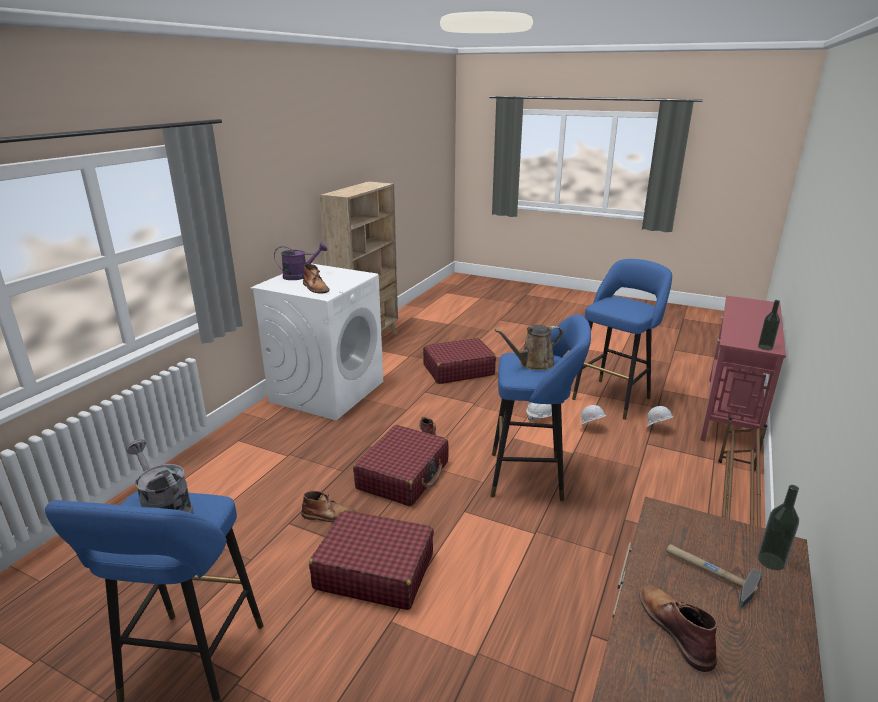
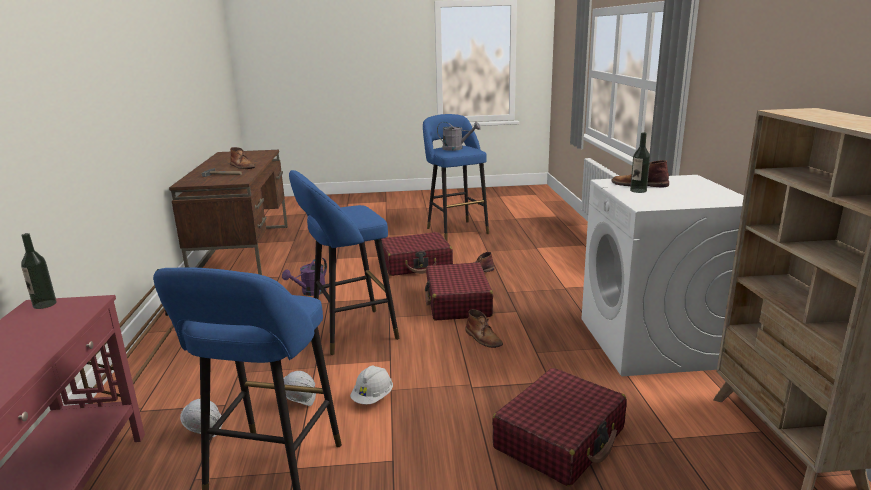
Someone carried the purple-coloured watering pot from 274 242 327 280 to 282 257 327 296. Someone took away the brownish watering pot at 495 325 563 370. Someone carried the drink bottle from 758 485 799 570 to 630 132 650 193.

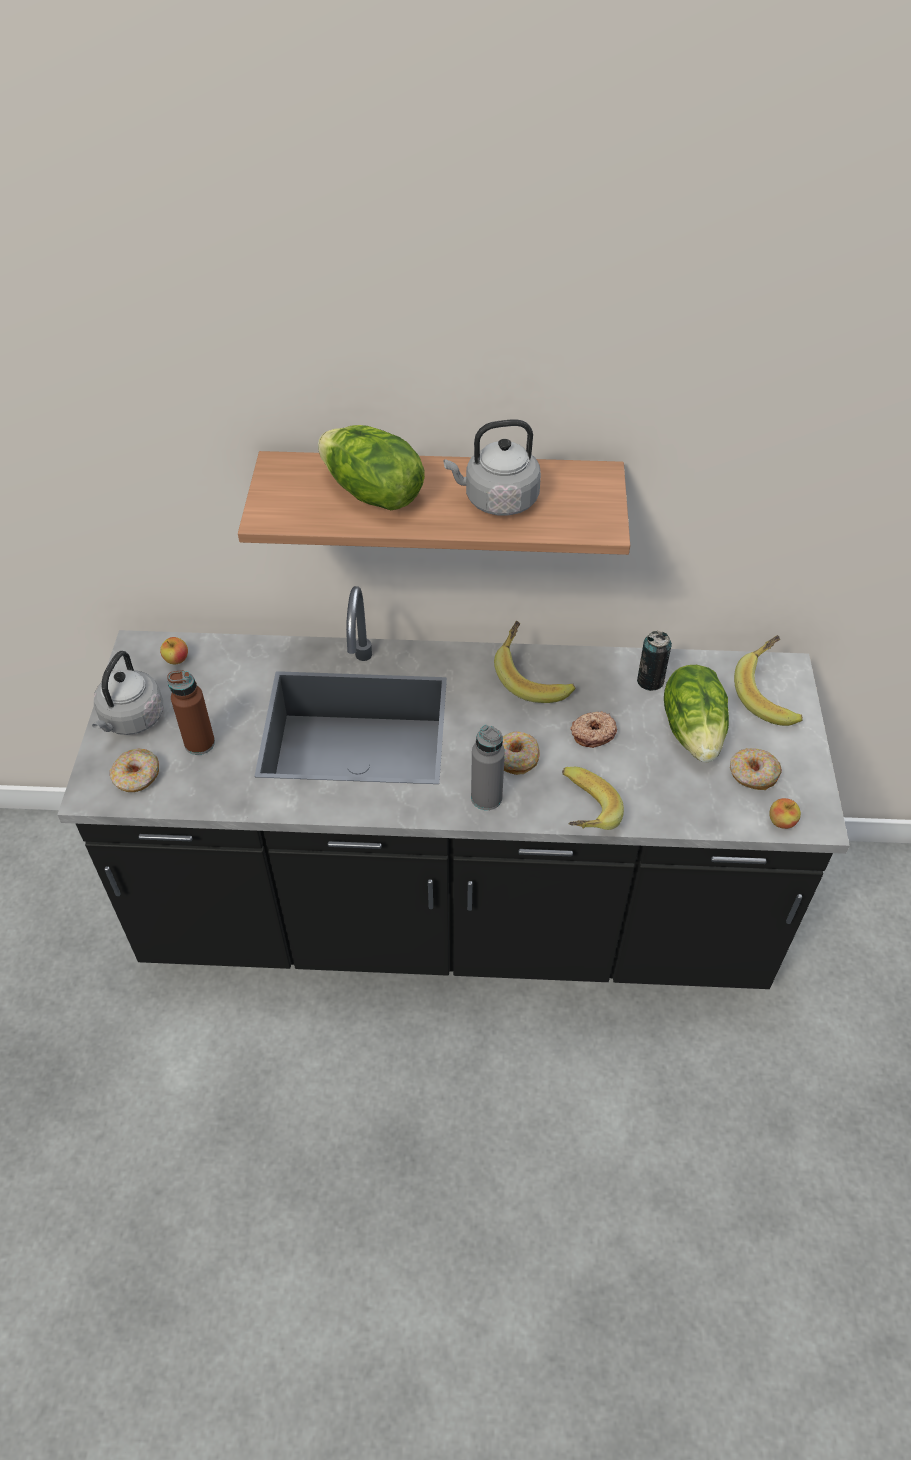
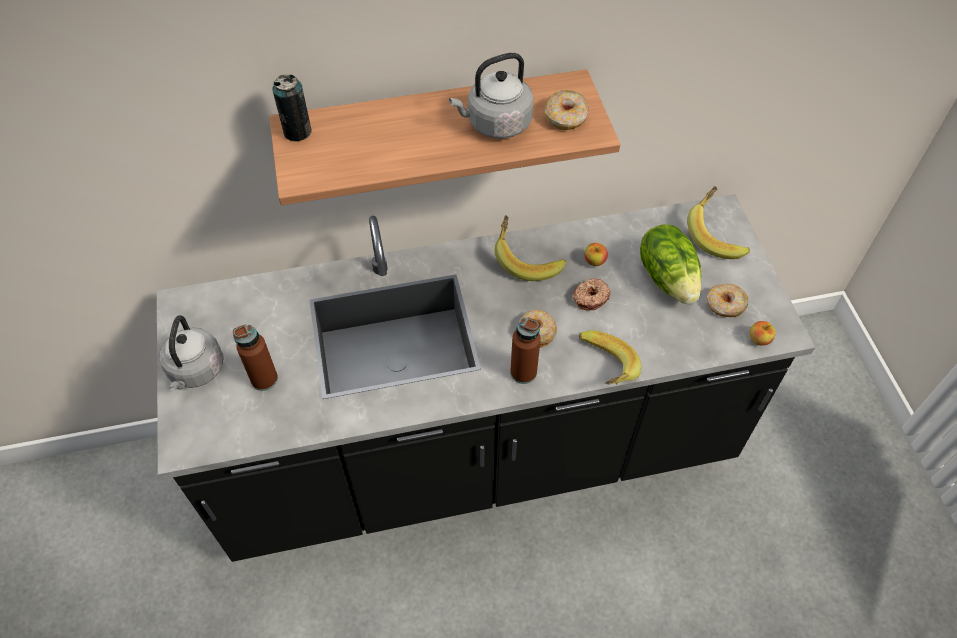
Someone took away the lettuce at 318 425 425 510. Someone carried the can from 637 631 672 691 to 273 74 312 142. Someone carried the apple fruit from 160 637 188 664 to 584 243 608 266. Someone repainted the greyish drink bottle at 471 725 505 810, which became the brownish drink bottle at 510 317 541 384. Someone carried the doughnut from 110 748 159 792 to 545 90 589 130.

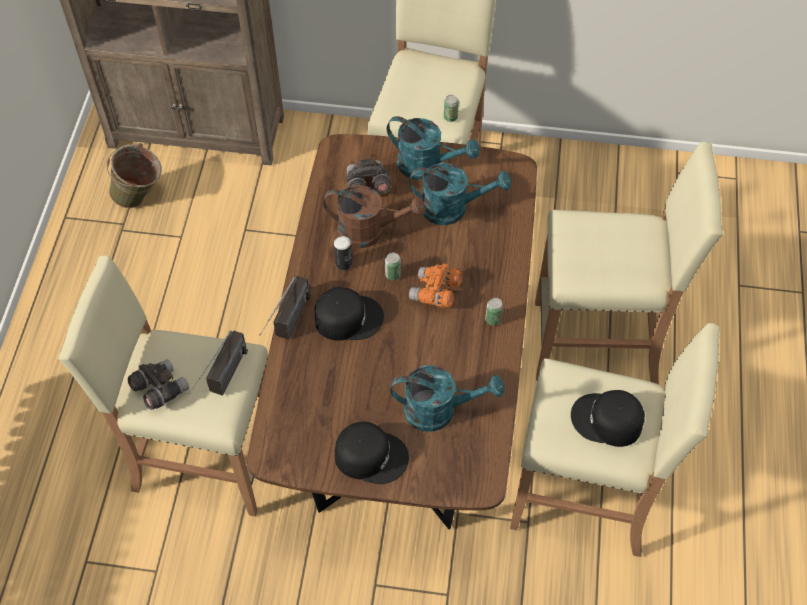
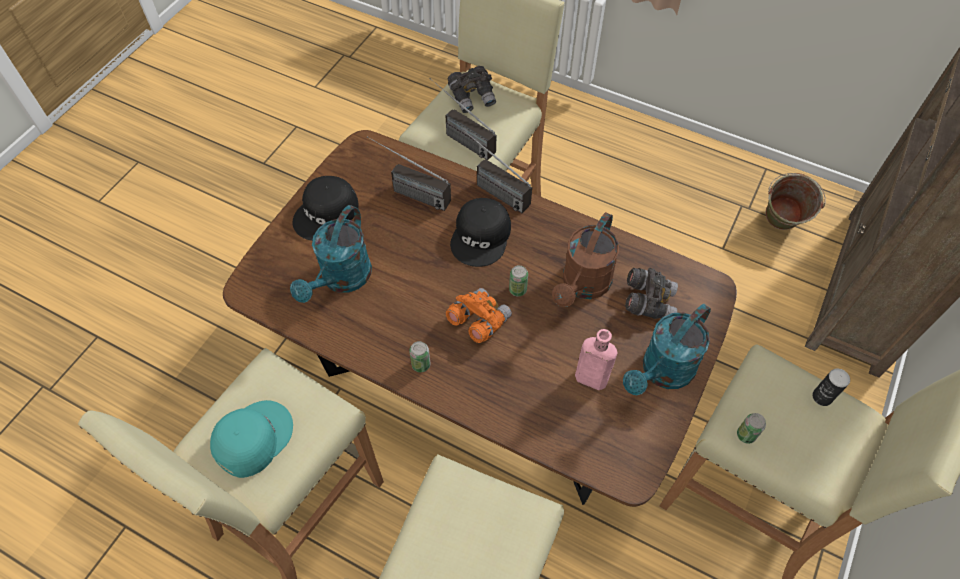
Someone swapped the turquoise-coloured watering pot at 409 163 511 225 for the pinkish drink bottle at 575 329 618 390. Someone carried the can from 334 236 352 271 to 812 369 850 406. Someone repainted the black peaked cap at 571 390 645 447, which became the turquoise-coloured peaked cap at 210 400 293 478. Someone put down the radio at 367 136 451 211.

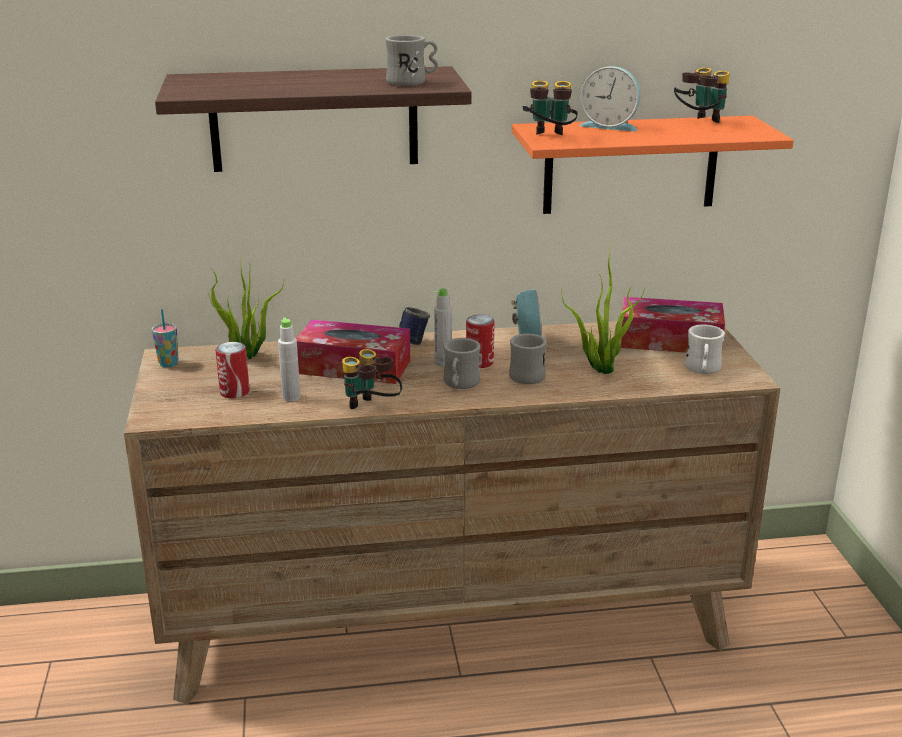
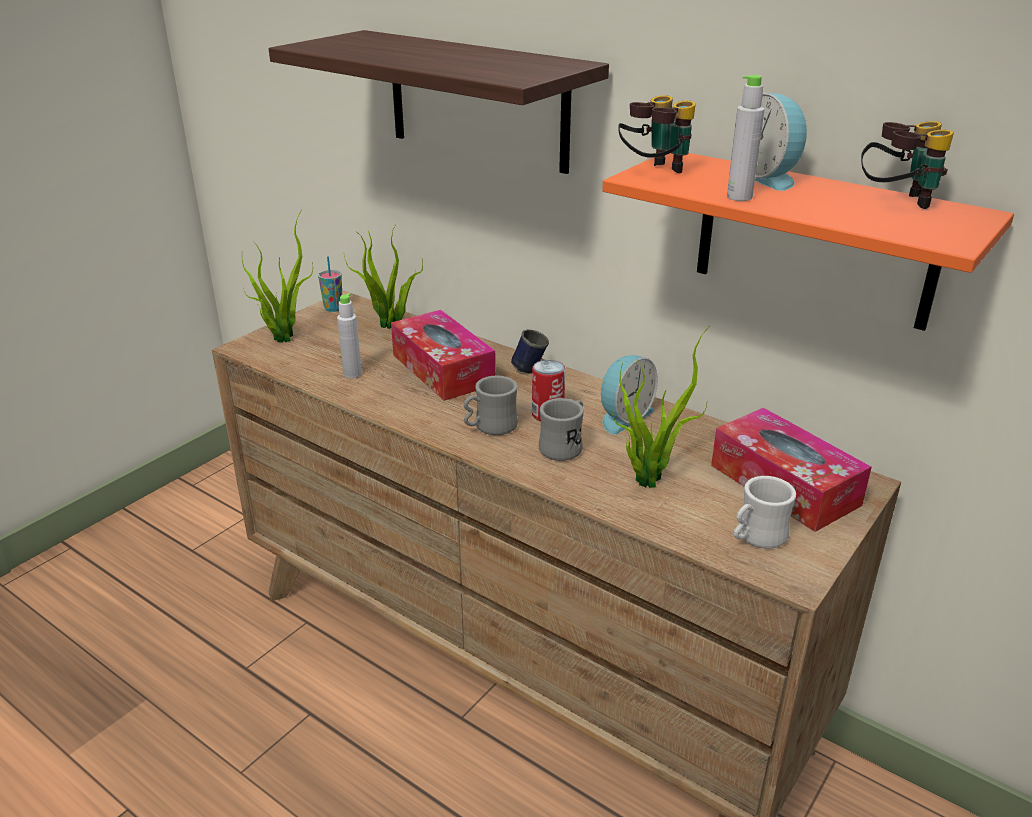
Someone took away the greyish coffee mug at 385 35 438 86. Someone carried the greyish drink bottle from 434 288 452 366 to 727 75 765 201. Someone took away the can at 216 342 250 398. Someone took away the binoculars at 342 349 402 409. Someone put down the plant in a pot at 242 209 313 343.

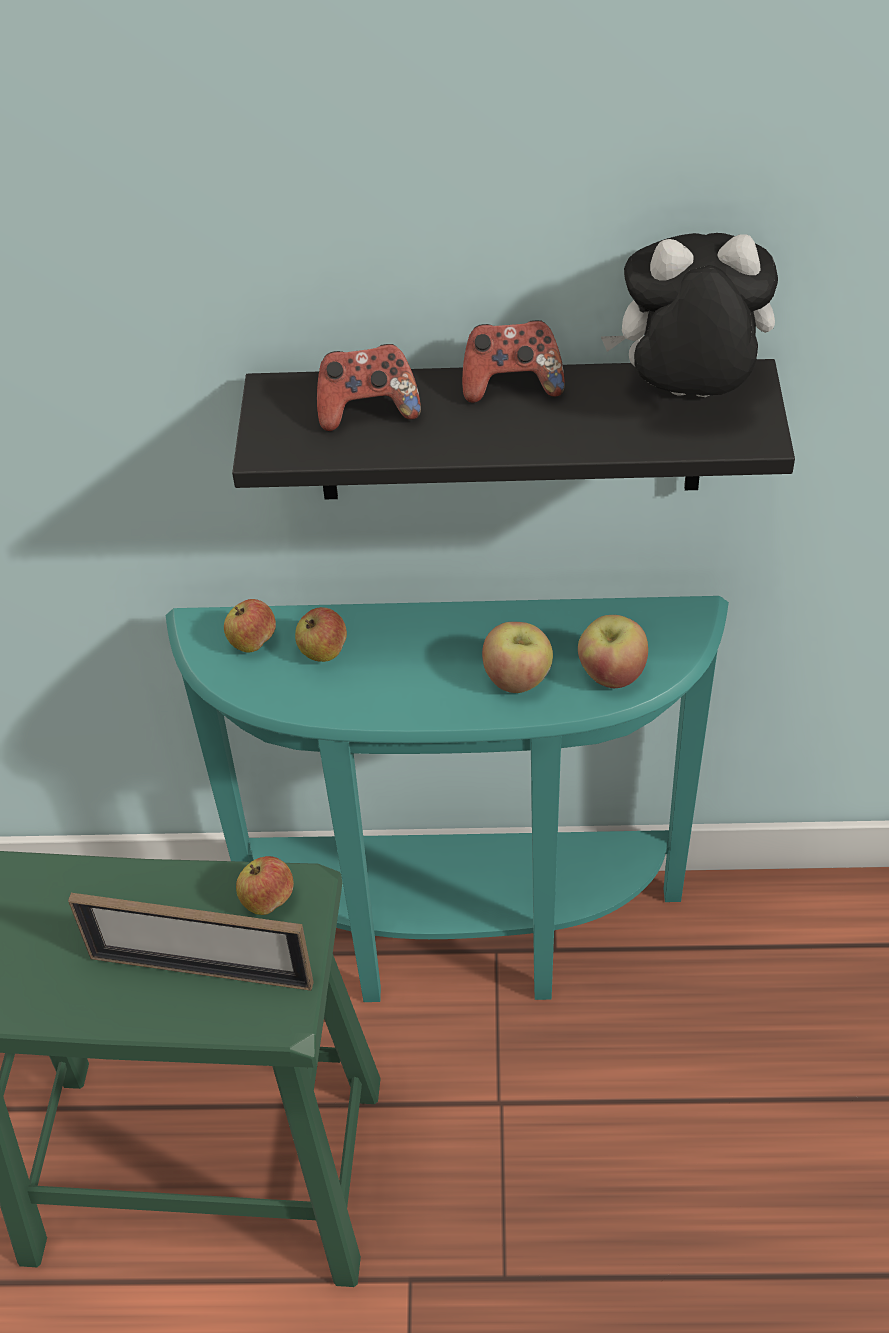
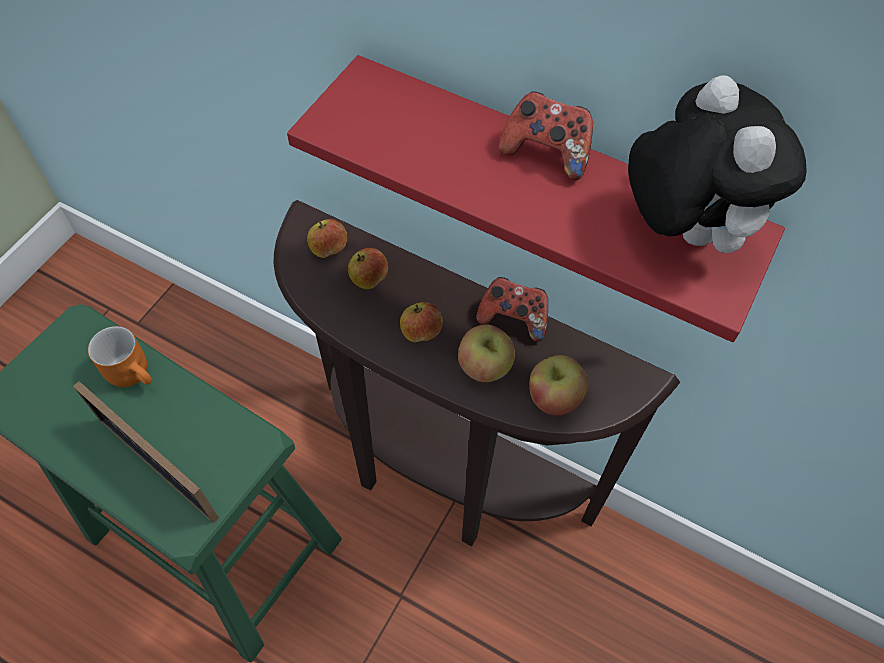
Someone rotated the soft toy at 601 233 778 397 by 45 degrees clockwise. Someone carried the game controller from 317 344 421 431 to 477 277 548 342. Someone repainted the black shelf at 232 359 795 499, which became the red shelf at 287 55 785 342. Someone repainted the turquoise-coloured console table at 166 596 729 1002, which became the brownish console table at 274 200 680 546. Someone carried the apple fruit from 236 856 294 915 to 400 302 443 342. Someone put down the orange-coloured coffee mug at 88 326 152 387.

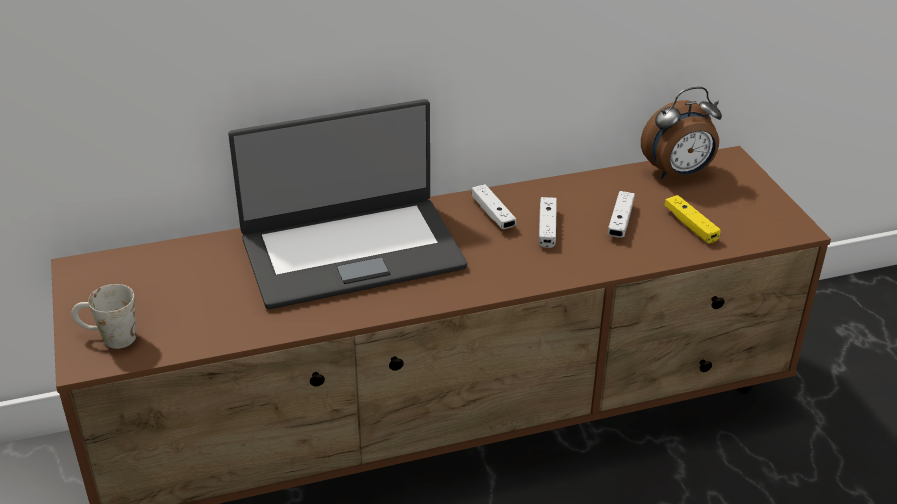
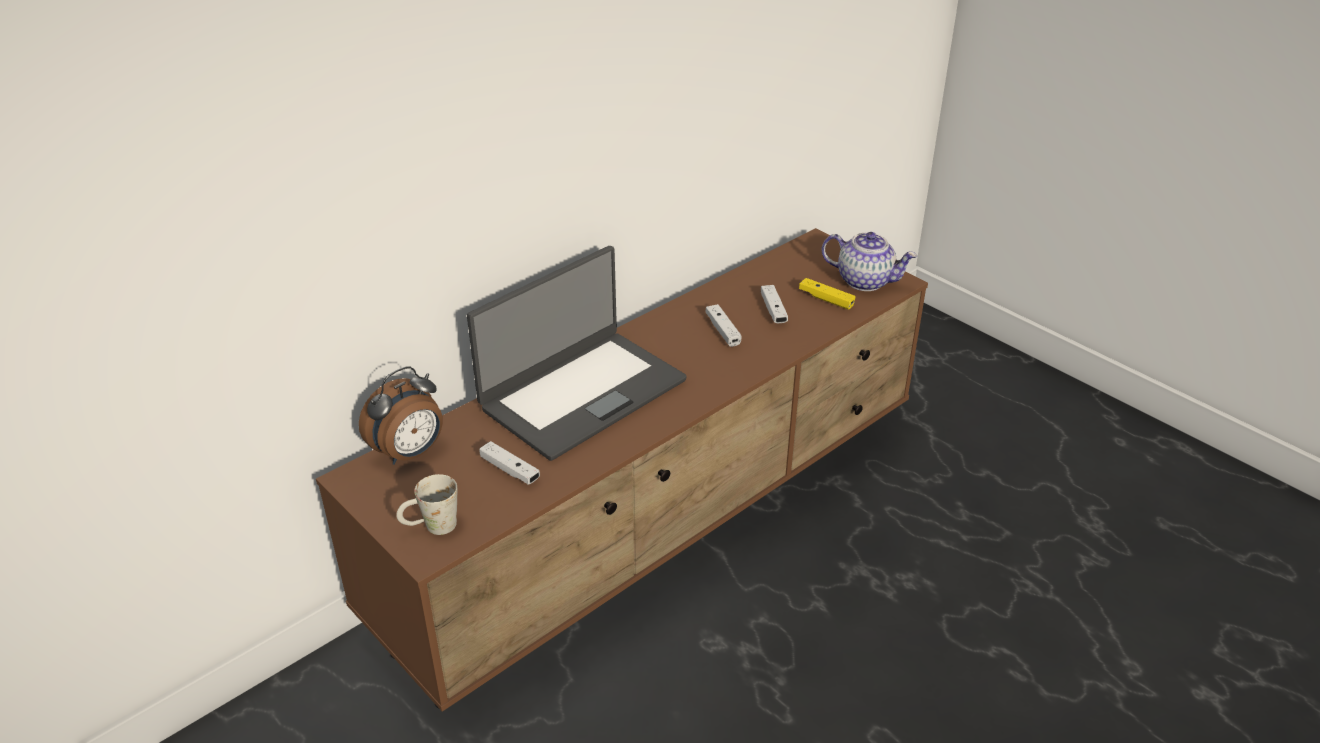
Someone carried the table clock from 641 87 722 179 to 359 366 443 465. Someone carried the white-coloured game controller from 472 184 516 229 to 479 441 540 484. Someone put down the teapot at 822 232 917 291.

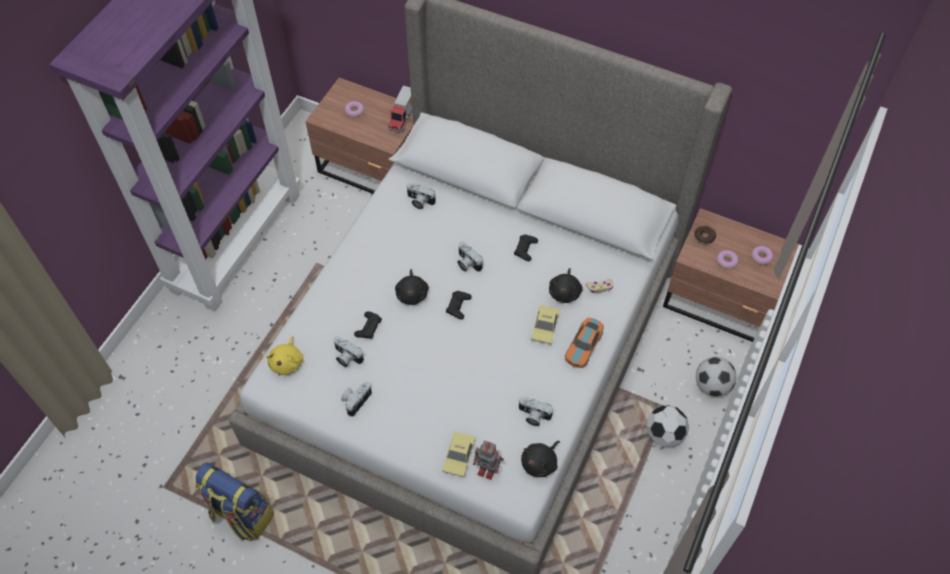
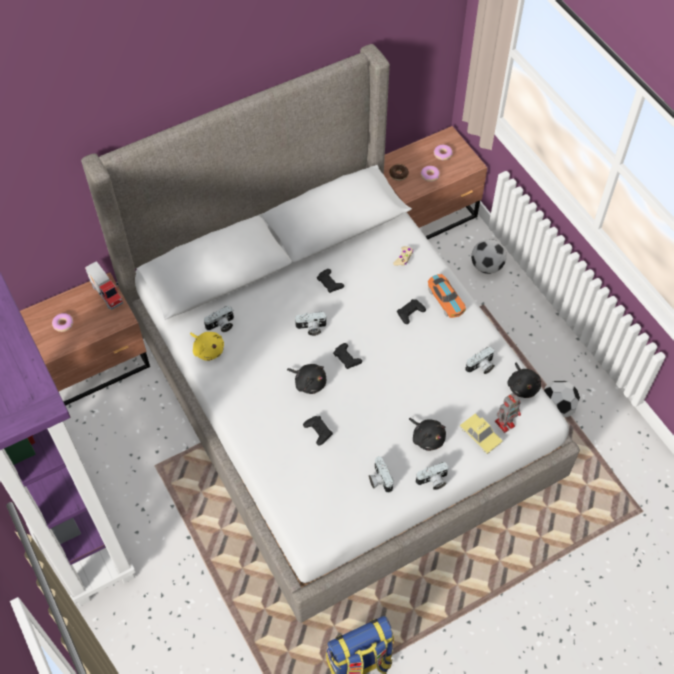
Someone carried the black soft toy from 549 268 583 303 to 409 418 446 451. Someone swapped the model car at 531 305 560 345 for the black game controller at 397 299 426 324. Someone carried the yellow-coloured soft toy from 267 336 303 375 to 190 332 224 361. Someone carried the photo camera from 334 336 364 367 to 415 462 449 490. Someone carried the ball for football from 647 405 688 447 to 544 381 580 418.

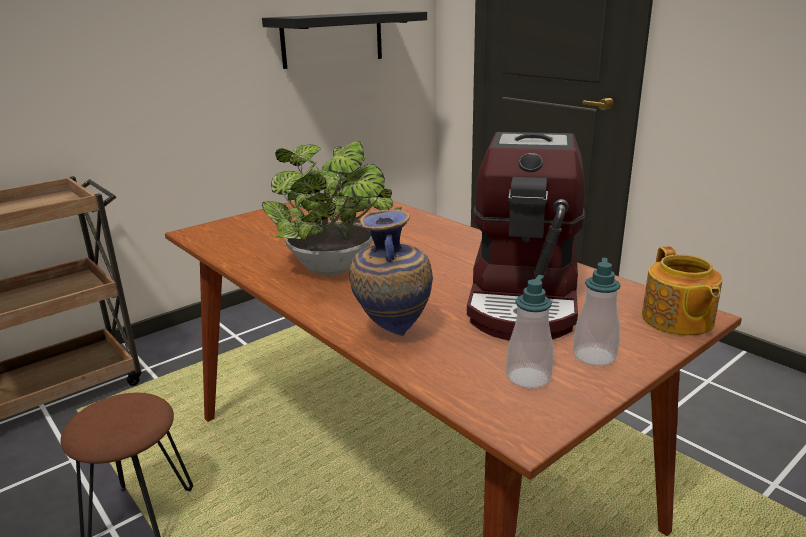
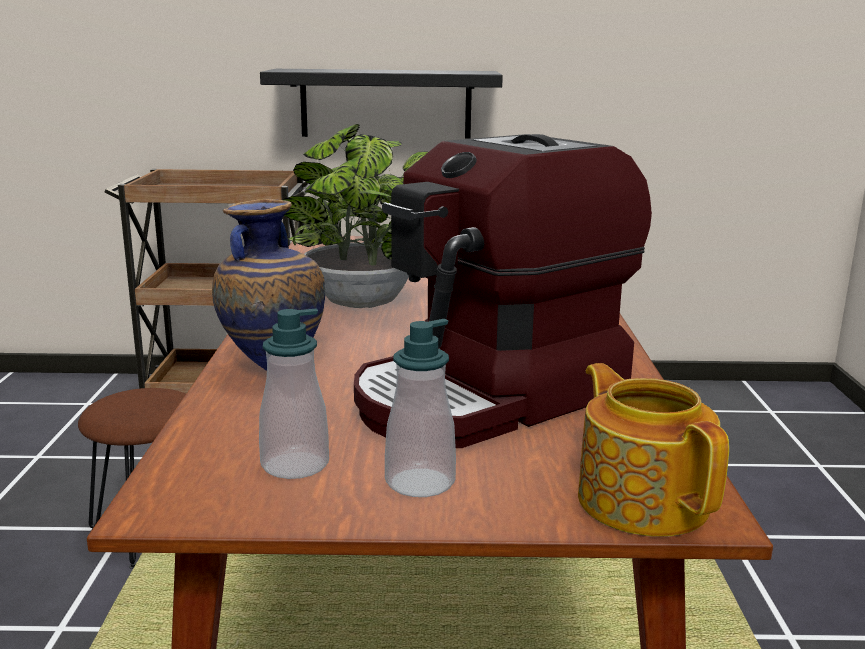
Someone carried the black shelf from 262 11 427 69 to 260 69 503 139. Someone rotated the teapot at 642 246 722 336 by 120 degrees clockwise.

